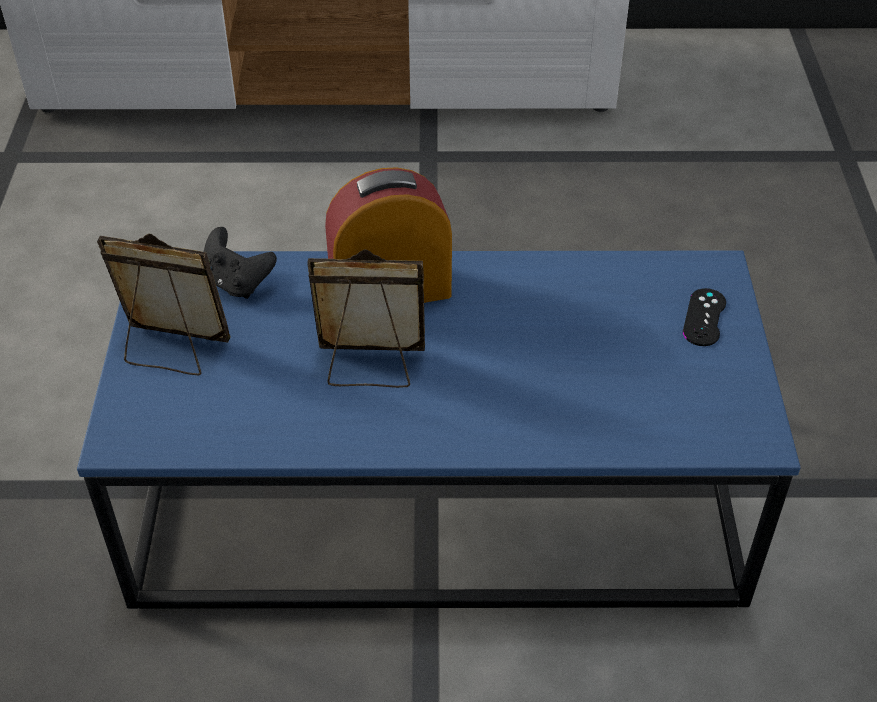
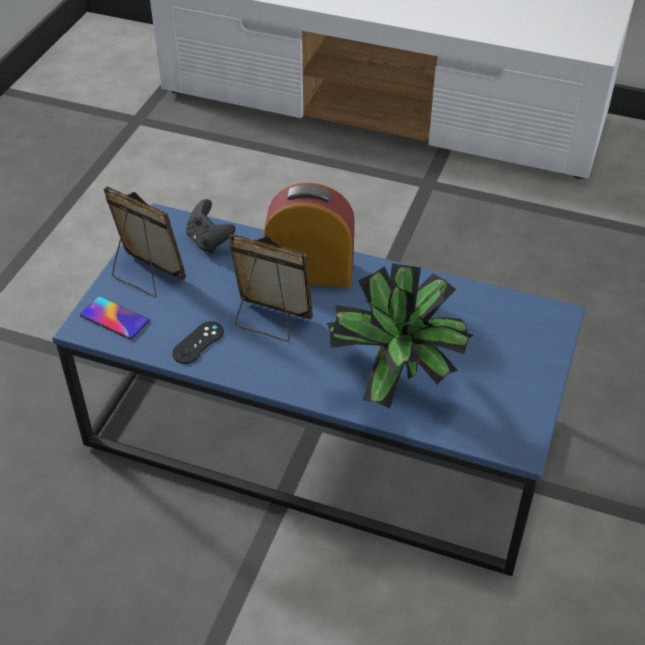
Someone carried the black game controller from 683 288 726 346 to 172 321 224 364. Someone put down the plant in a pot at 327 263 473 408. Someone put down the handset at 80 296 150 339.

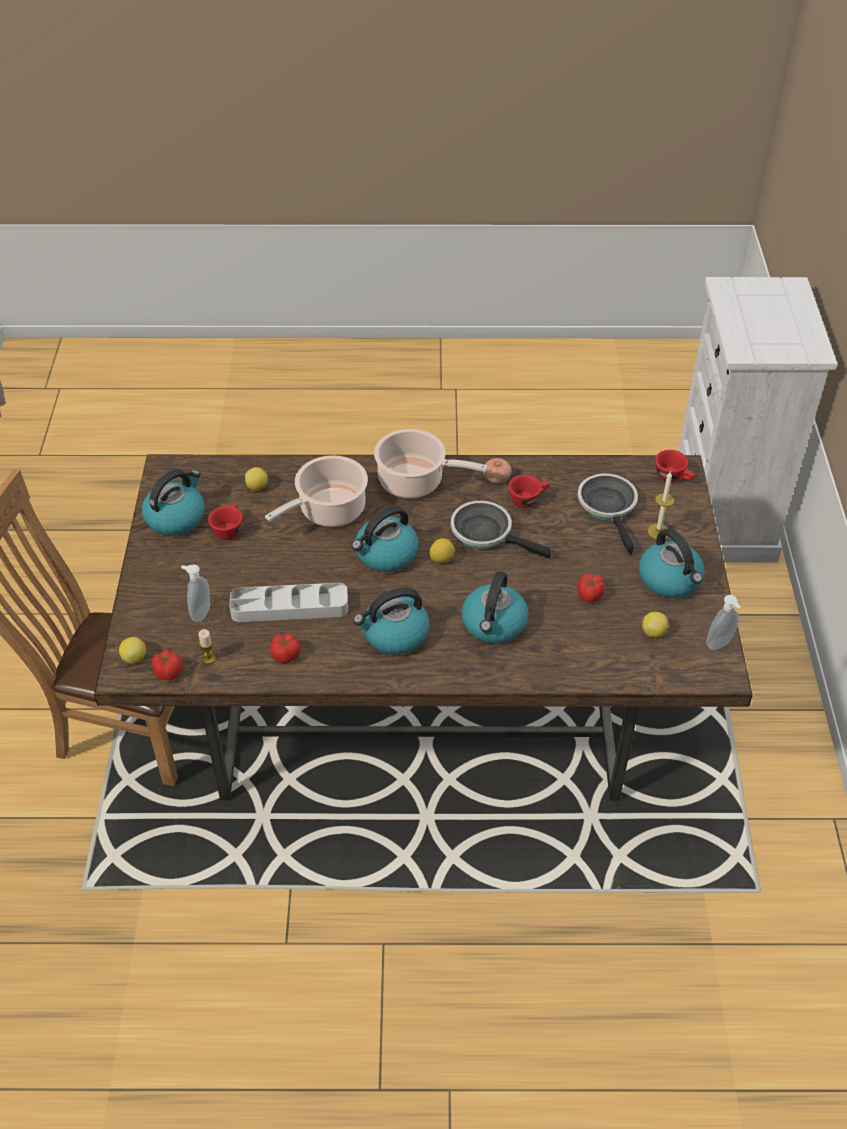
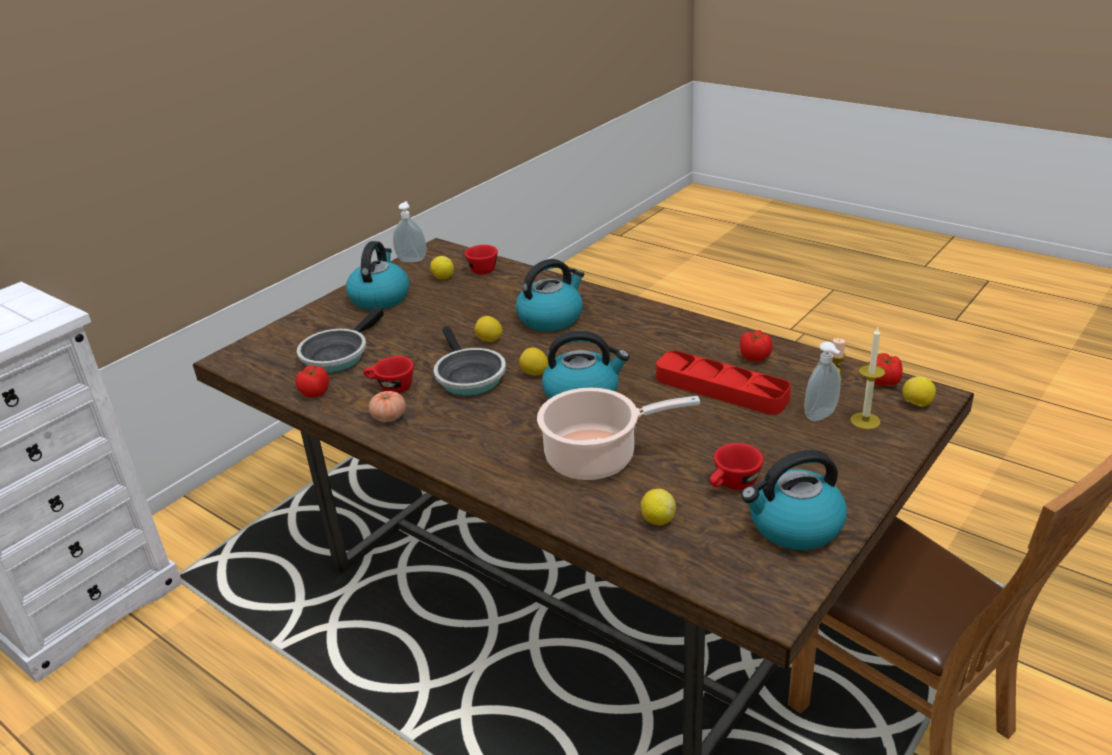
Someone took away the saucepot at 374 429 488 498. Someone carried the red small cup from 655 450 695 482 to 465 245 498 274. Someone carried the candle from 648 472 675 539 to 851 327 885 430. Someone carried the fresh tomato from 577 573 605 603 to 296 365 329 398. Someone repainted the greyish tray at 230 583 348 622, which became the red tray at 656 351 791 415. Someone took away the kettle at 353 588 429 655. Someone put down the lemon at 474 316 503 342.

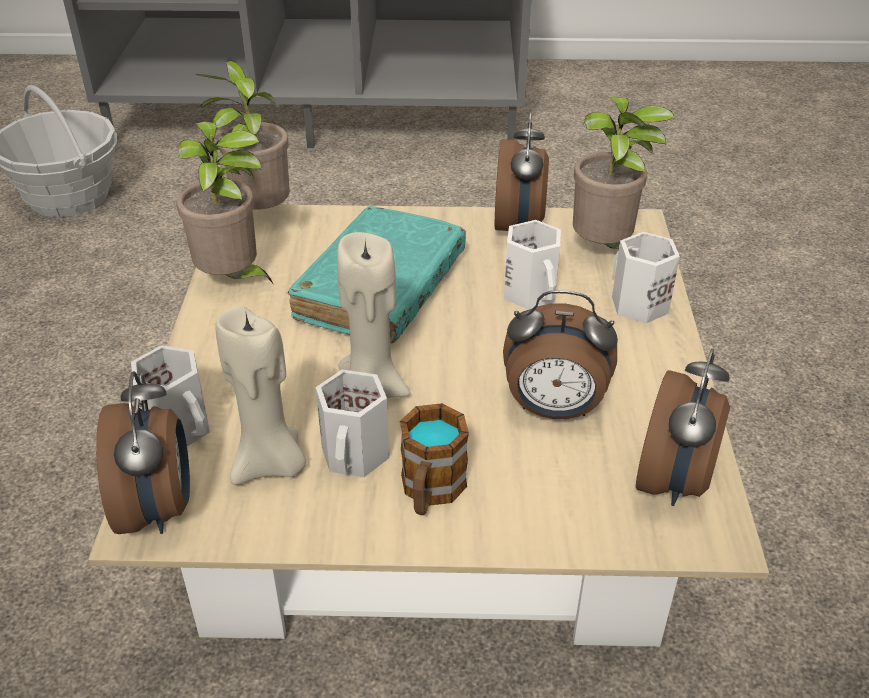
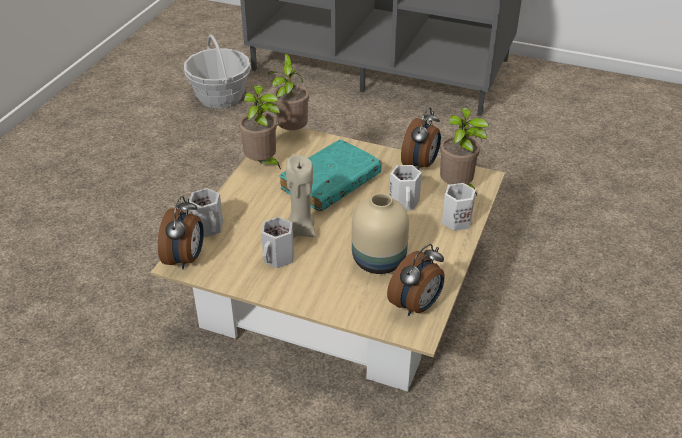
Someone swapped the table clock at 503 290 618 419 for the beige-coloured flower vase at 352 193 409 274. Someone took away the beige-coloured candle at 215 306 306 485. Someone took away the coffee mug at 400 403 469 515.

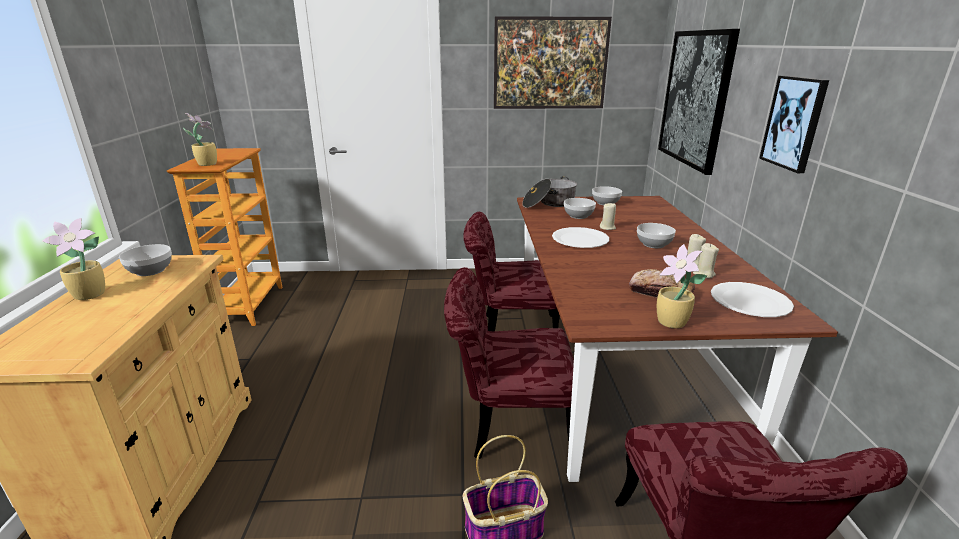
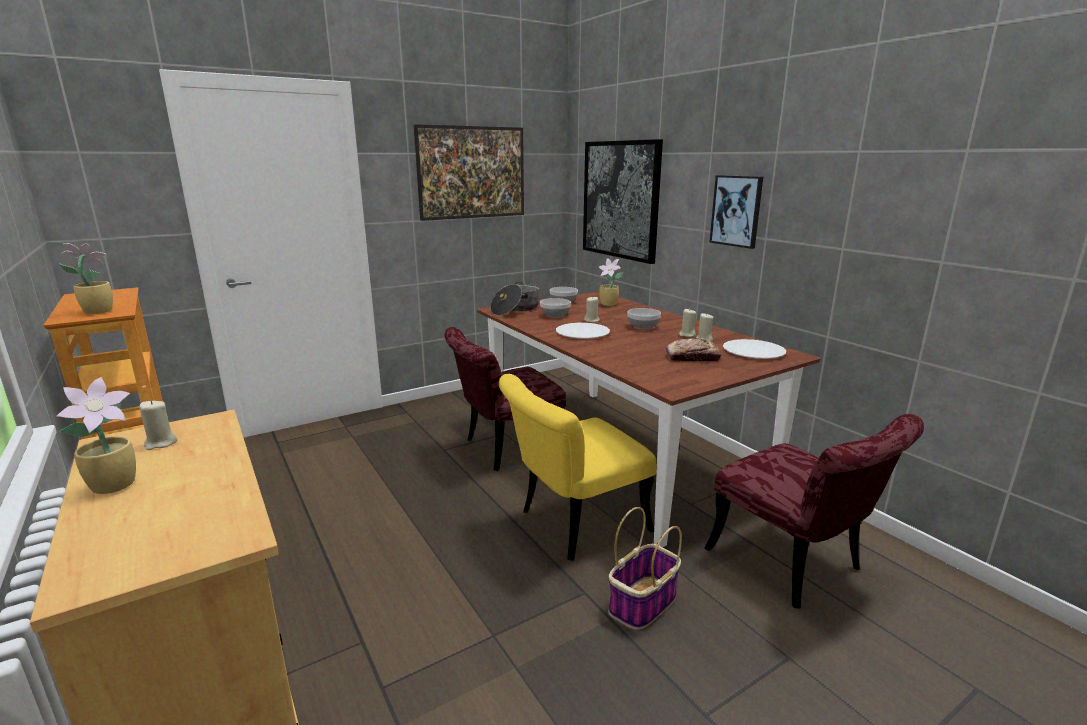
Someone swapped the bowl at 119 244 172 276 for the beige-coloured candle at 139 400 177 450. Someone carried the plant in a pot from 657 244 707 328 to 599 259 624 306. Someone repainted the red chair at 444 267 574 459, which became the yellow-coloured chair at 499 374 656 561.

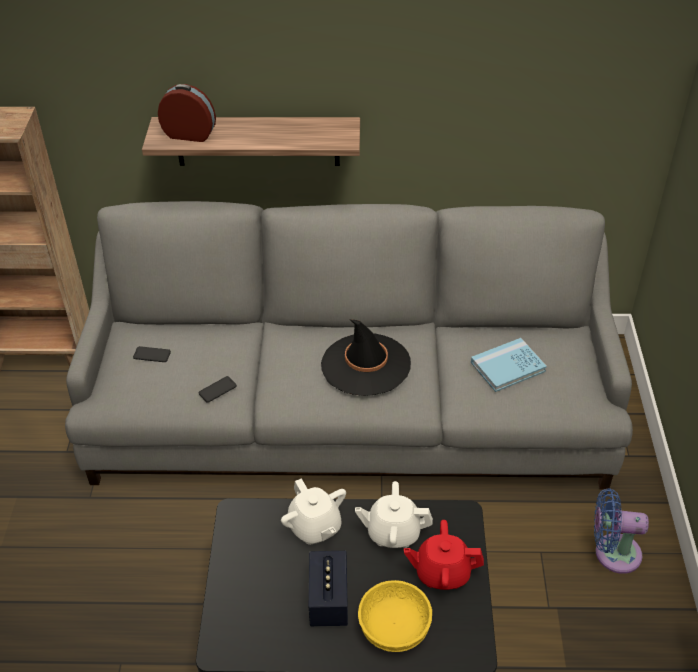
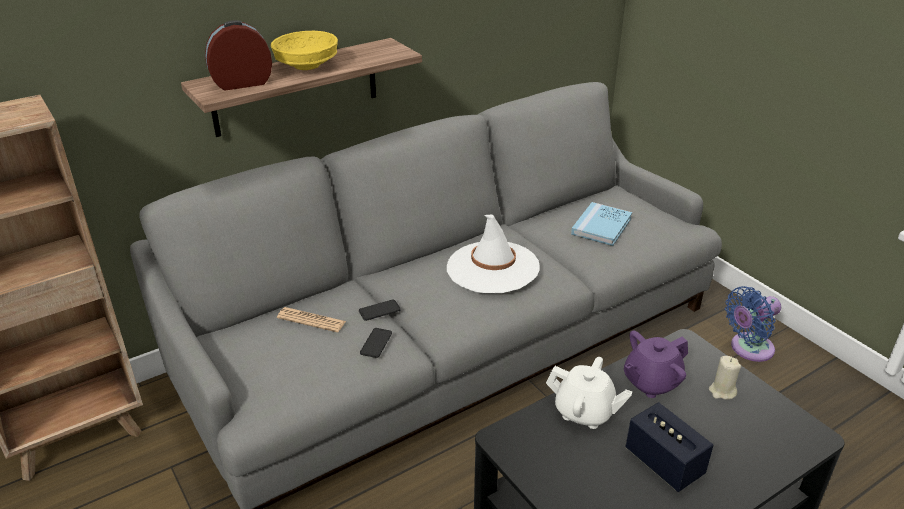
Someone repainted the black wearable hat at 321 319 411 396, which became the white-coloured wearable hat at 447 215 539 293. Someone carried the handset from 133 346 171 362 to 359 300 401 321. Someone repainted the white-coloured teapot at 355 481 433 548, which became the purple-coloured teapot at 624 330 688 398. Someone swapped the red teapot at 404 520 484 590 for the beige-coloured candle at 709 356 741 400. Someone carried the yellow-coloured bowl from 358 580 432 652 to 271 31 338 70. Someone put down the daily paper at 277 307 346 332.

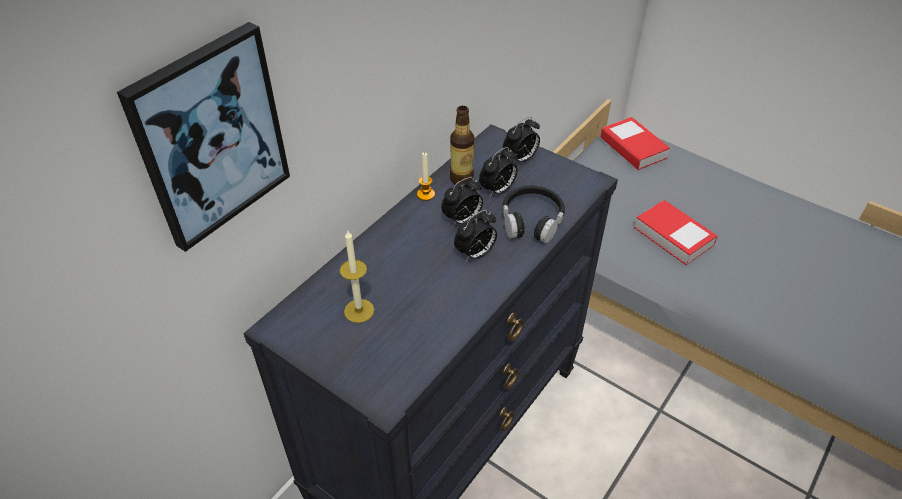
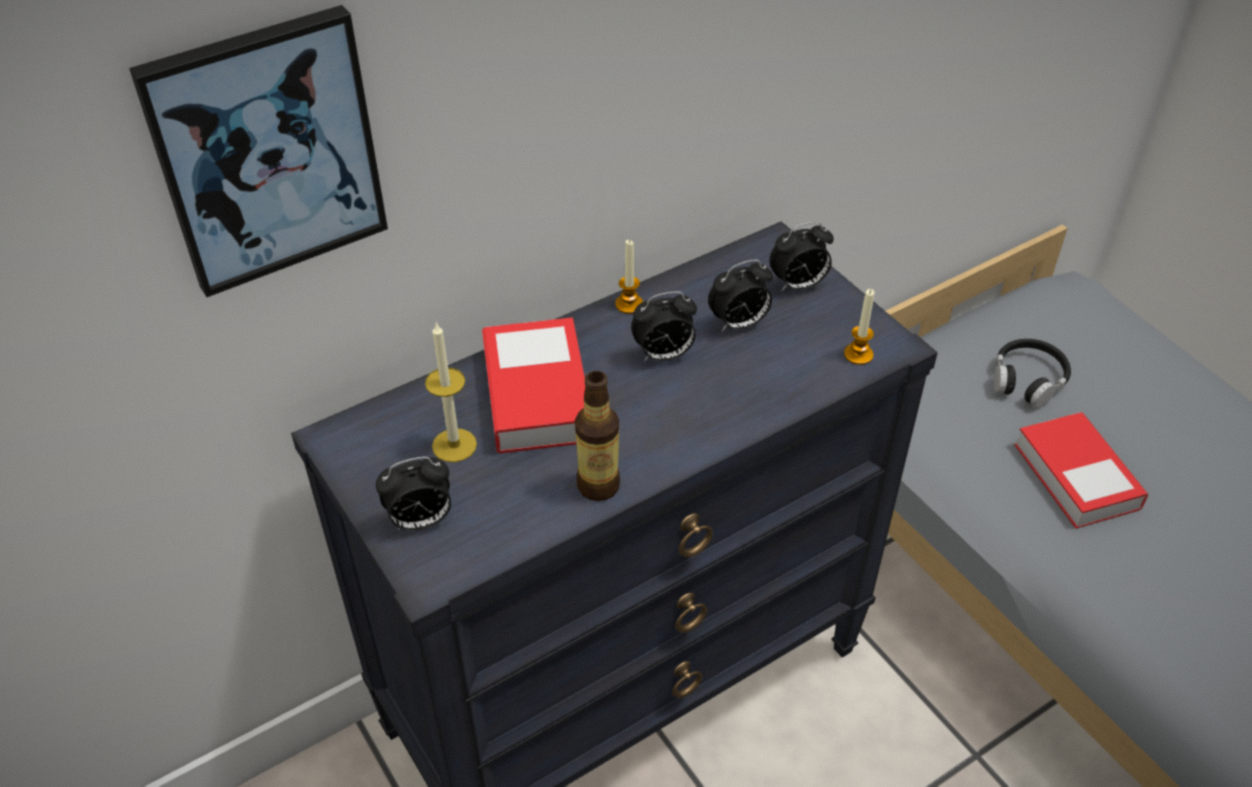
Someone carried the drink bottle from 450 106 474 184 to 575 371 620 501. Someone carried the bound book from 600 117 670 170 to 482 317 585 453. Someone carried the black pair of headphones from 503 185 565 243 to 994 339 1071 408. Someone carried the table clock from 454 210 497 262 to 376 457 451 531. Someone put down the candle at 844 289 875 365.

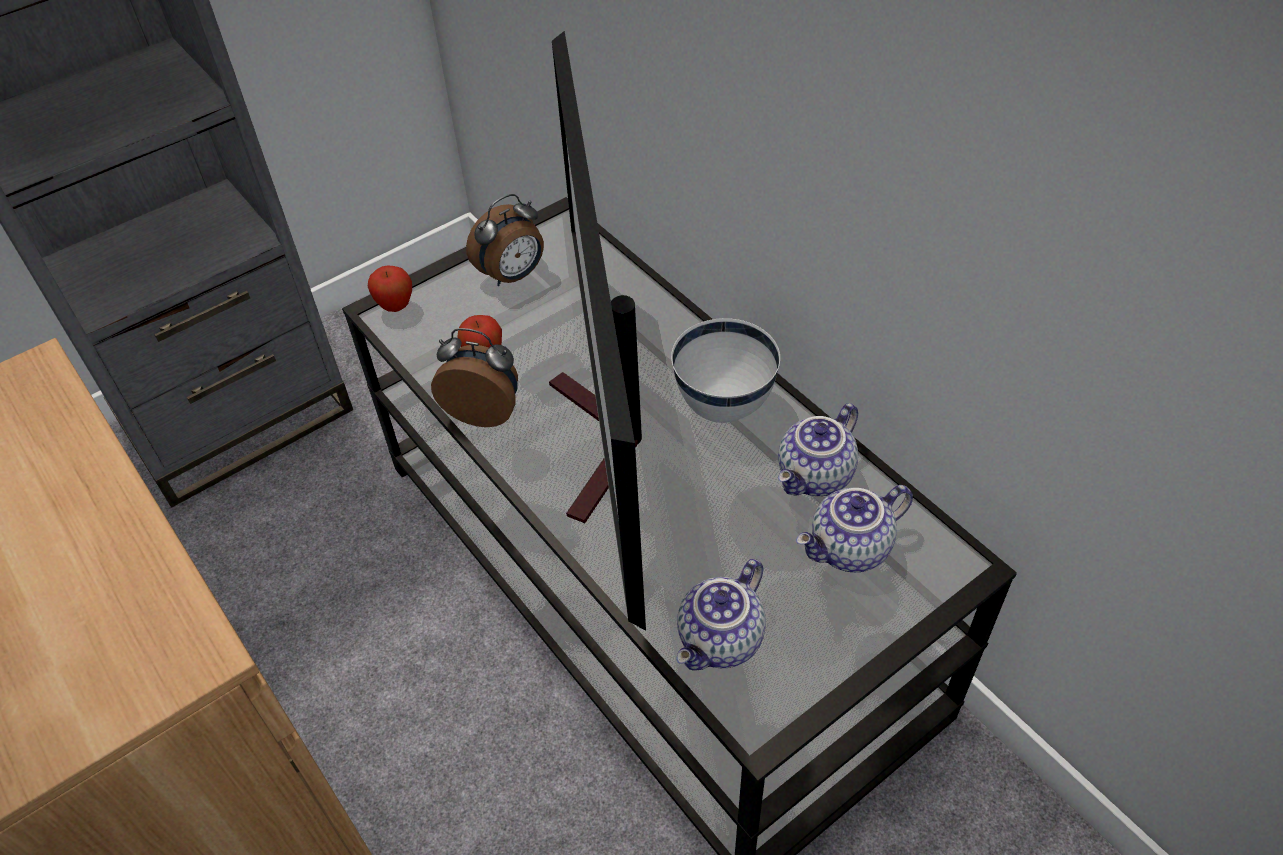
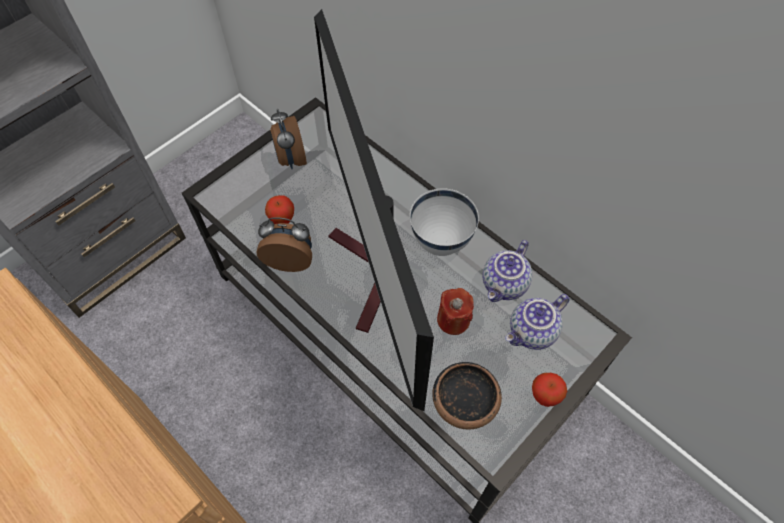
Someone rotated the table clock at 466 194 544 286 by 120 degrees clockwise. Someone carried the apple fruit from 368 265 412 312 to 532 373 567 407. Someone swapped the teapot at 676 559 766 671 for the bowl at 432 362 502 430. Someone put down the red candle at 437 288 474 335.

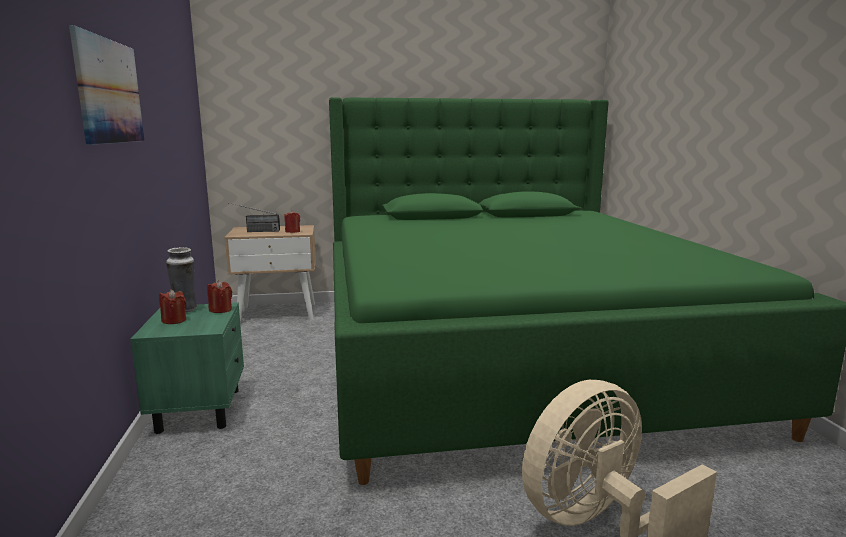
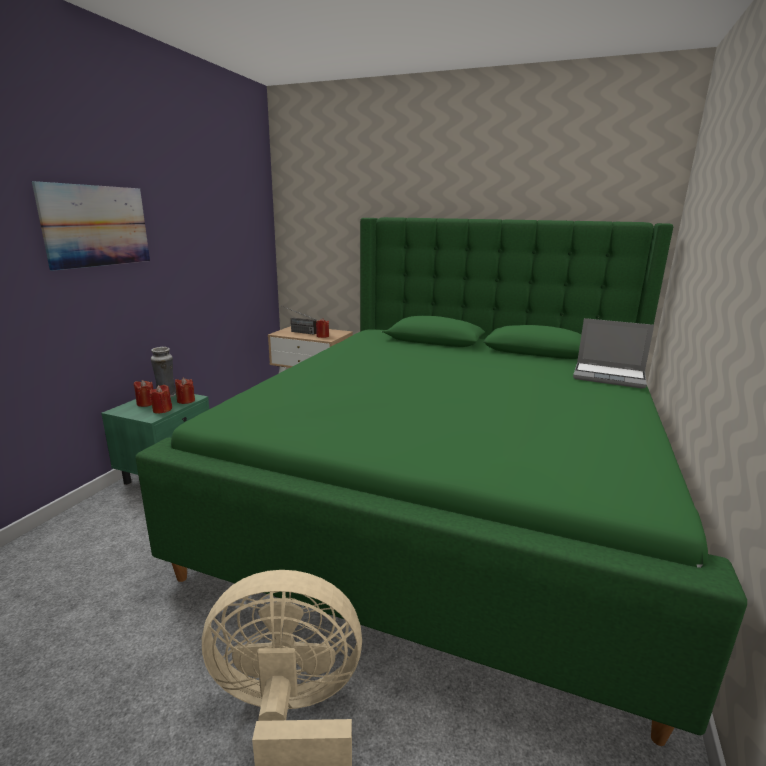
Someone put down the laptop at 573 318 654 389. Someone put down the red candle at 149 385 172 413.

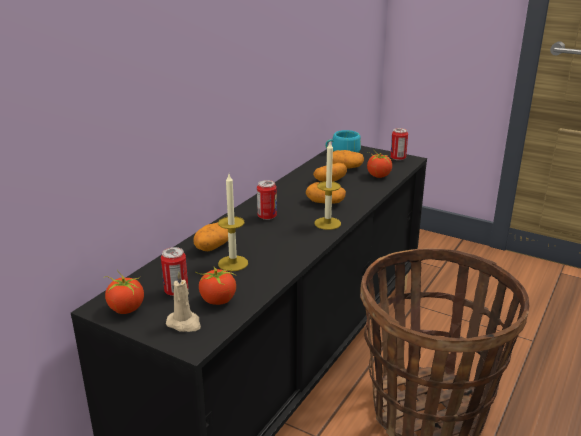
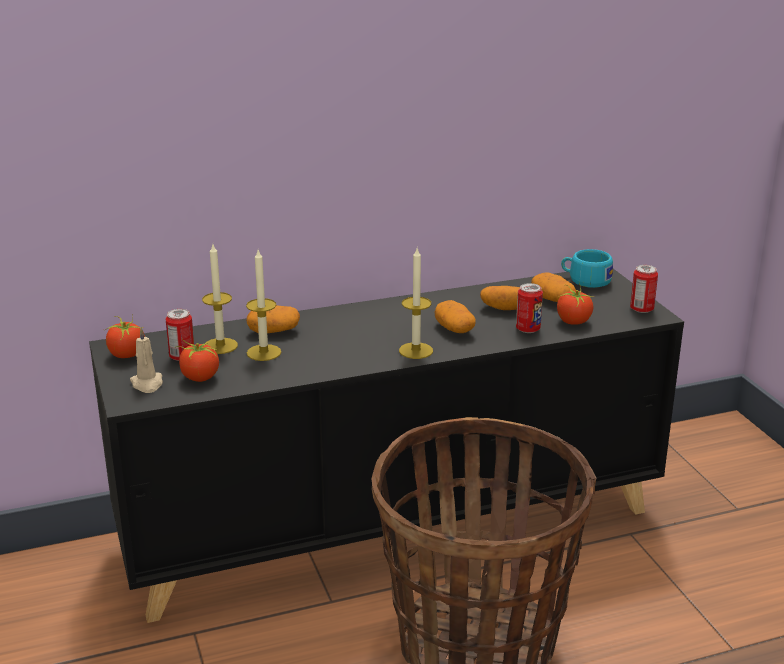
Someone carried the can from 257 180 277 220 to 516 283 543 333. Someone put down the candle at 202 244 238 354.

